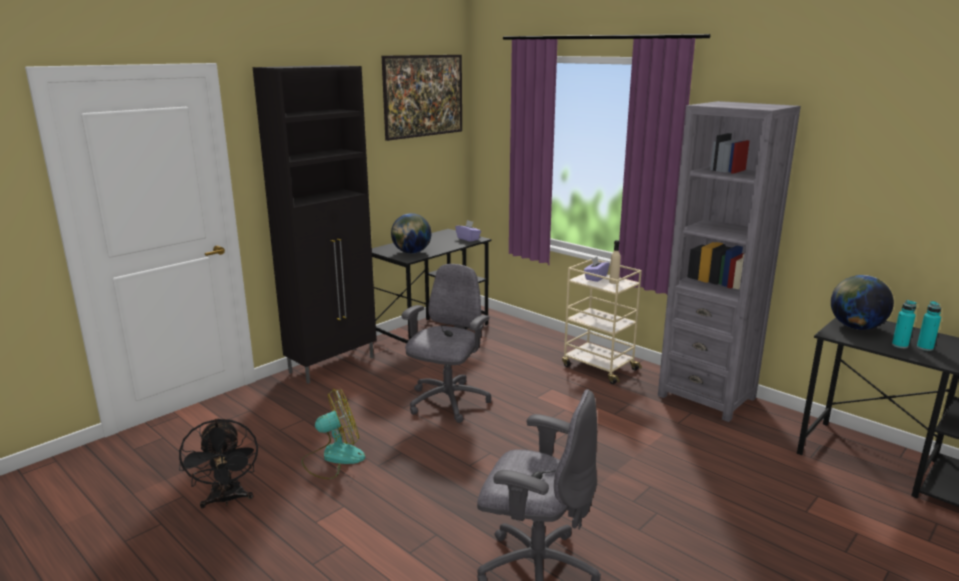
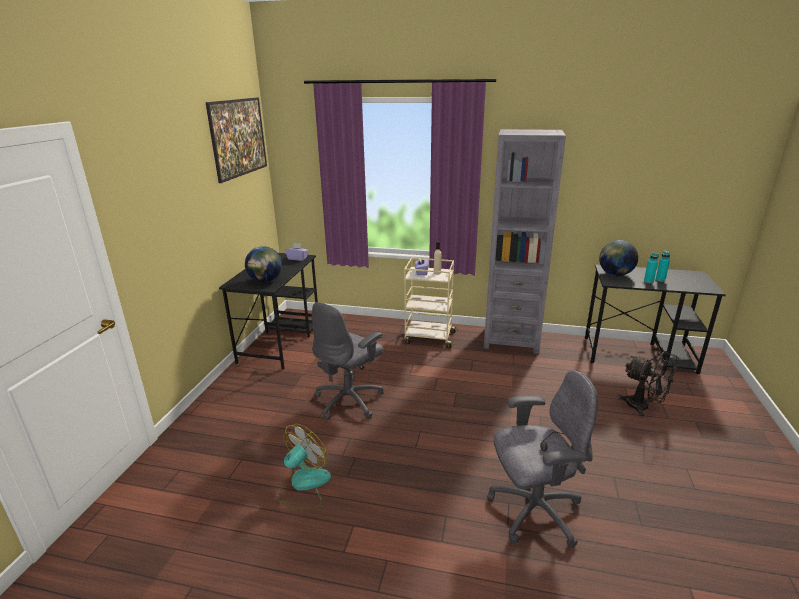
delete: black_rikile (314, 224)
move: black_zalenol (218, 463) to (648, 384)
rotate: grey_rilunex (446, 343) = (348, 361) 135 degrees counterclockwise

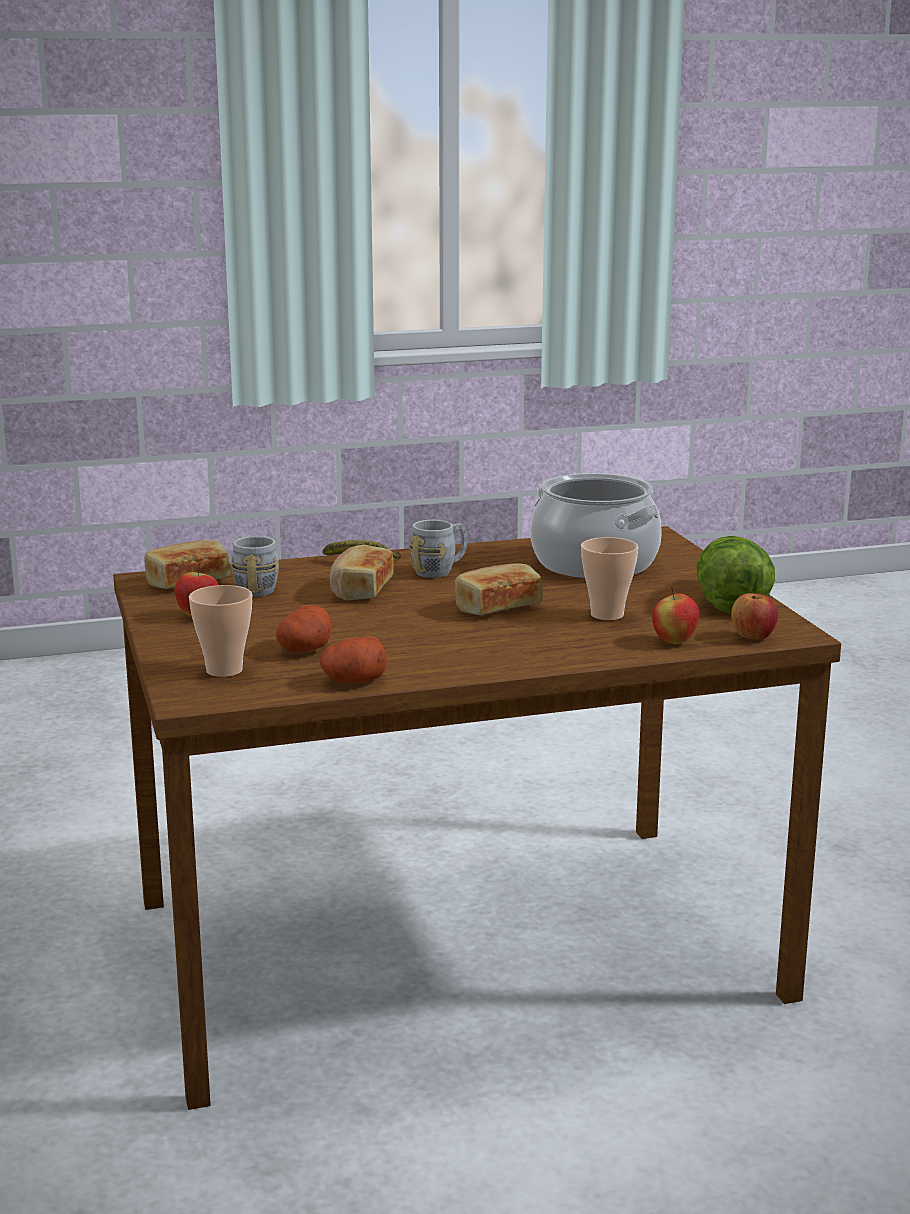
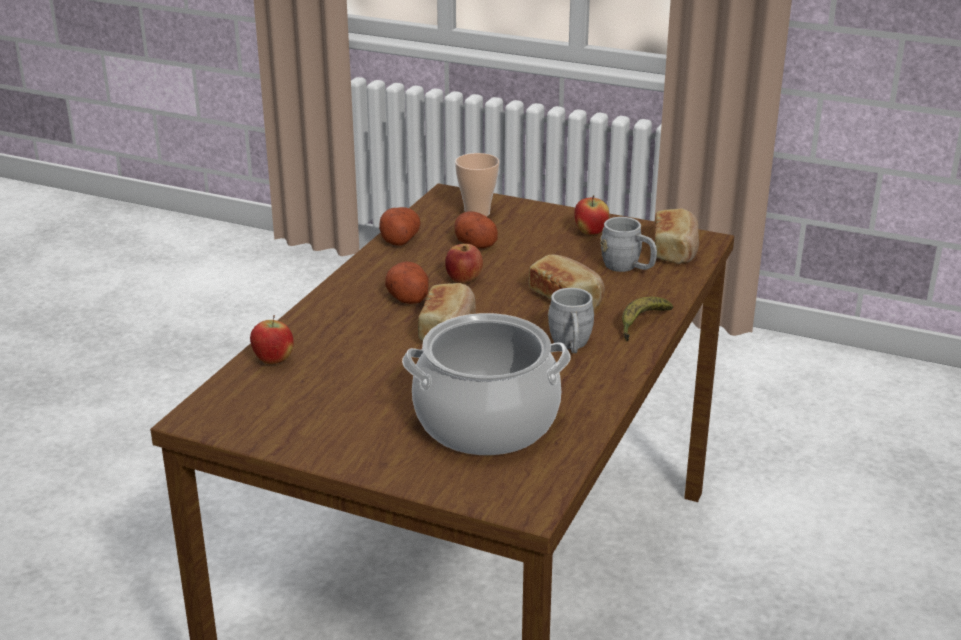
delete: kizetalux (609, 578); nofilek (735, 575)
insert: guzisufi (407, 283)
move: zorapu (754, 616) to (464, 264)

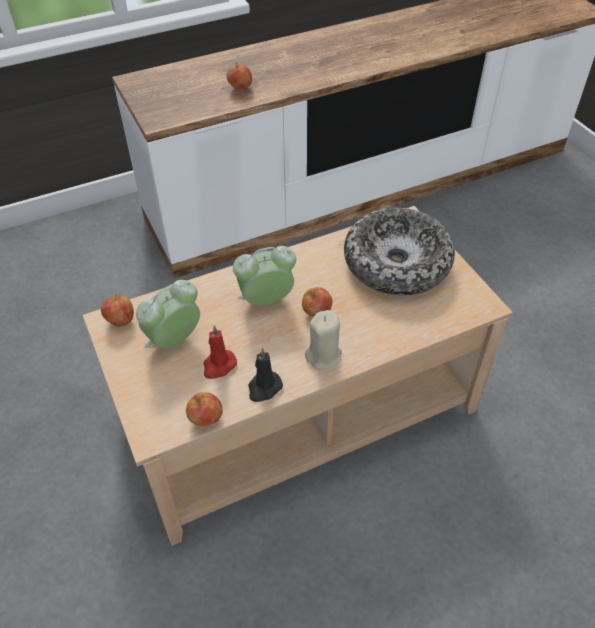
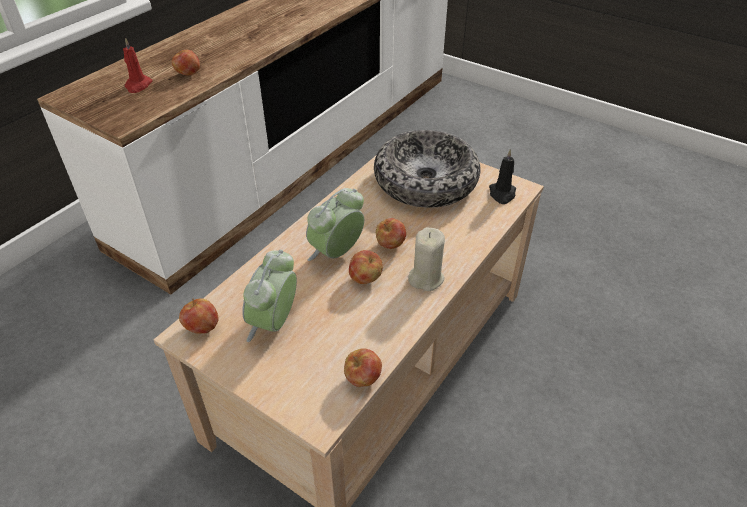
insert: zorapu (366, 267)
move: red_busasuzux (220, 352) to (137, 65); black_busasuzux (265, 375) to (502, 176)

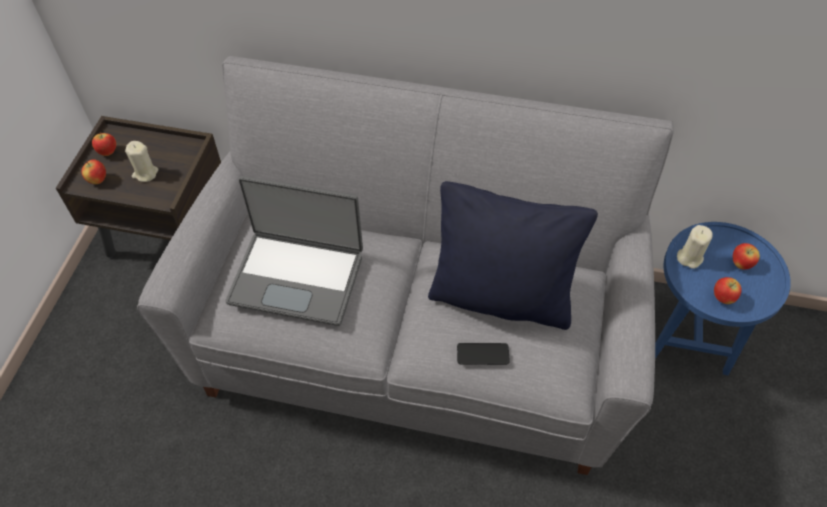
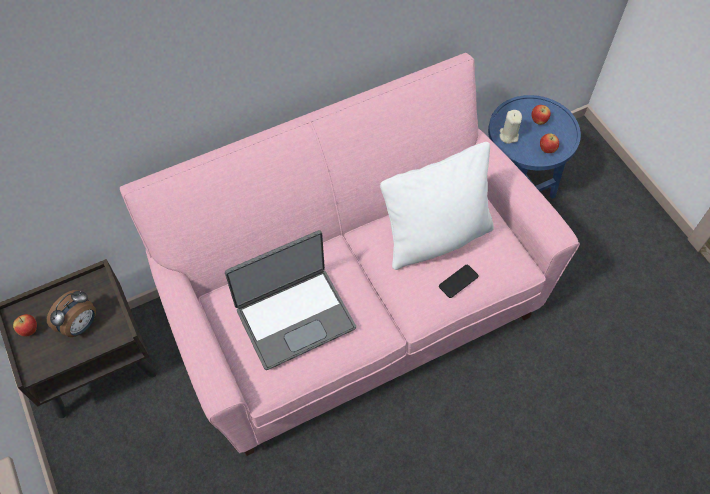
delete: zorapu (93, 171)
replace: beige_busasuzux (141, 161) to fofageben (71, 313)
recolor: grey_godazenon (405, 265) to pink_godazenon (350, 254); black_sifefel (513, 255) to white_sifefel (437, 206)

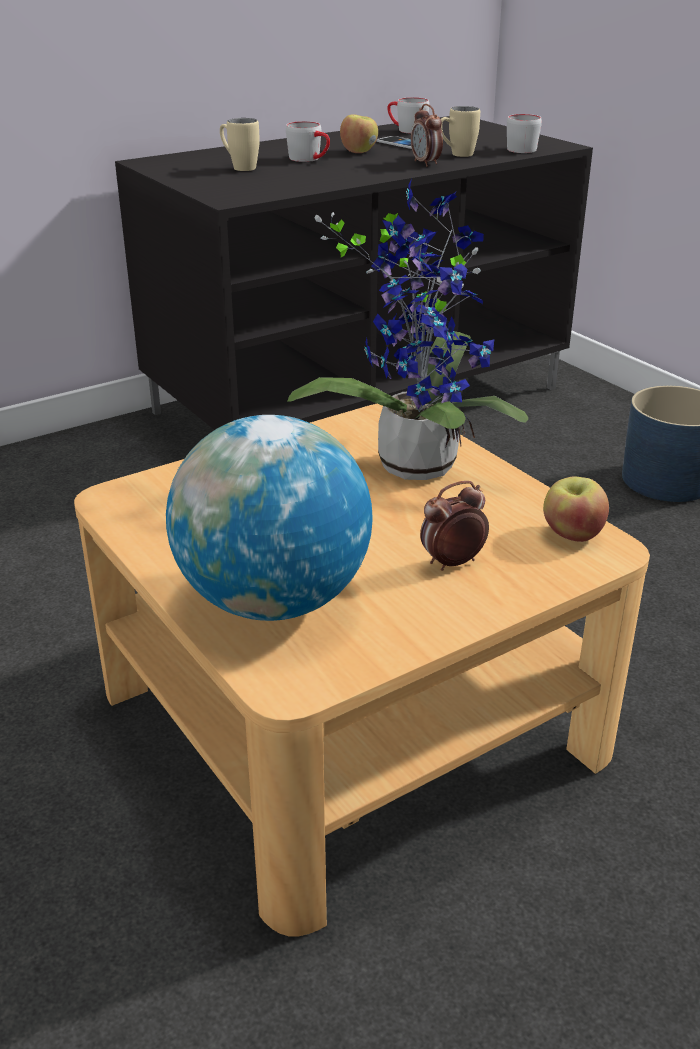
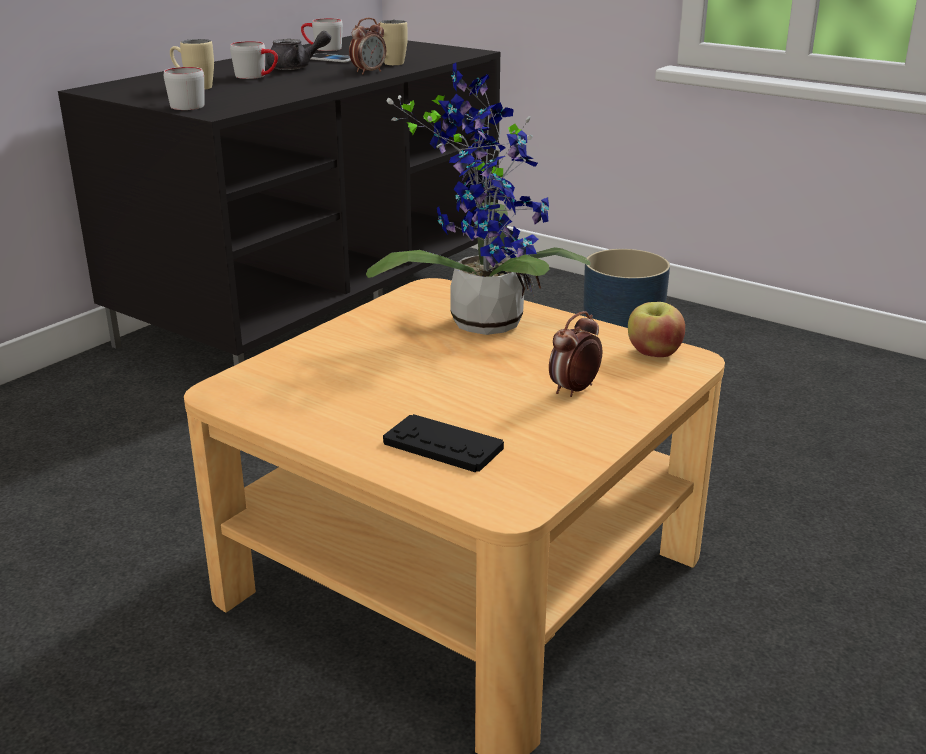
move: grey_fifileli (524, 133) to (184, 88)
replace: zorapu (359, 134) to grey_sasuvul (299, 50); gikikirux (269, 518) to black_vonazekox (443, 443)
rotate: fofageben (427, 135) = (367, 46) 90 degrees counterclockwise

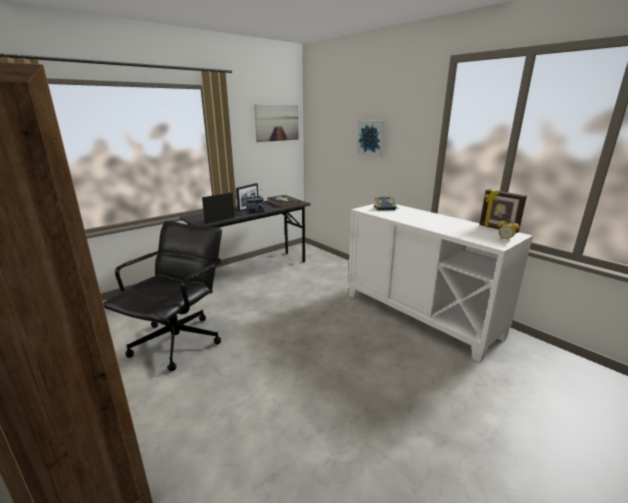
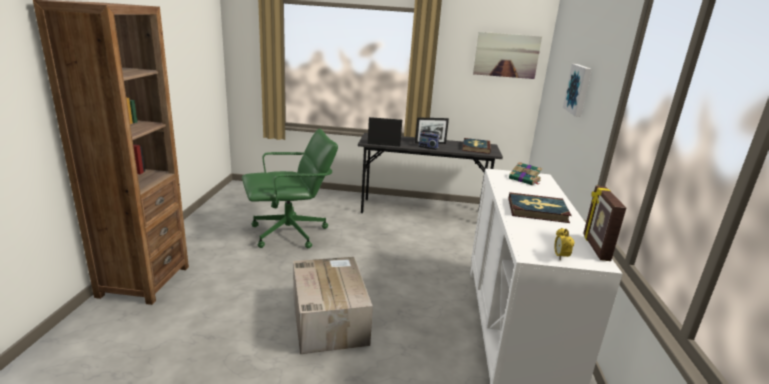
insert: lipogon (333, 305); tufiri (540, 207)
recolor: black_rilunex (162, 296) to green_rilunex (290, 188)

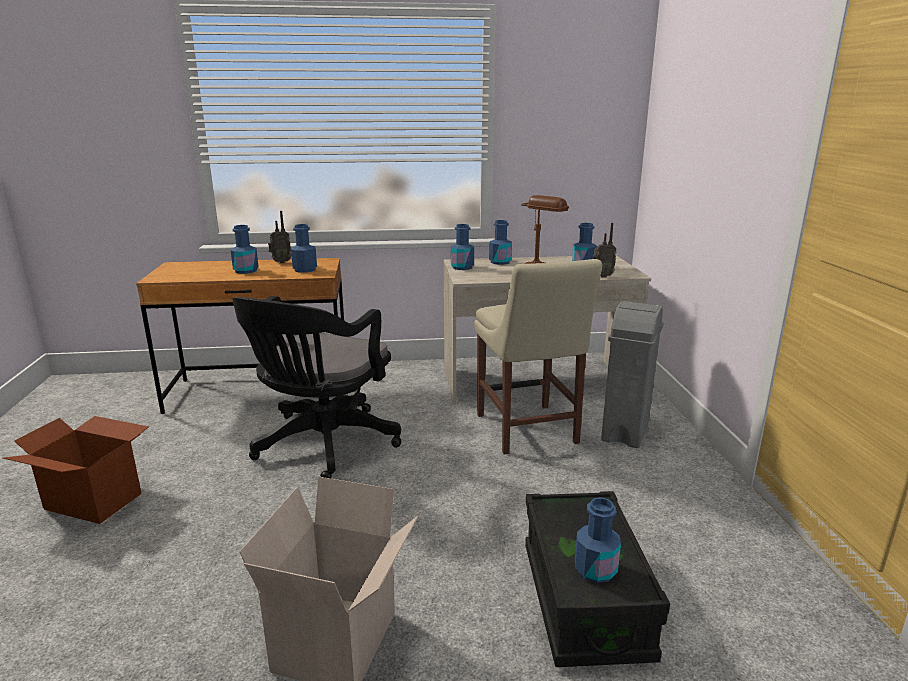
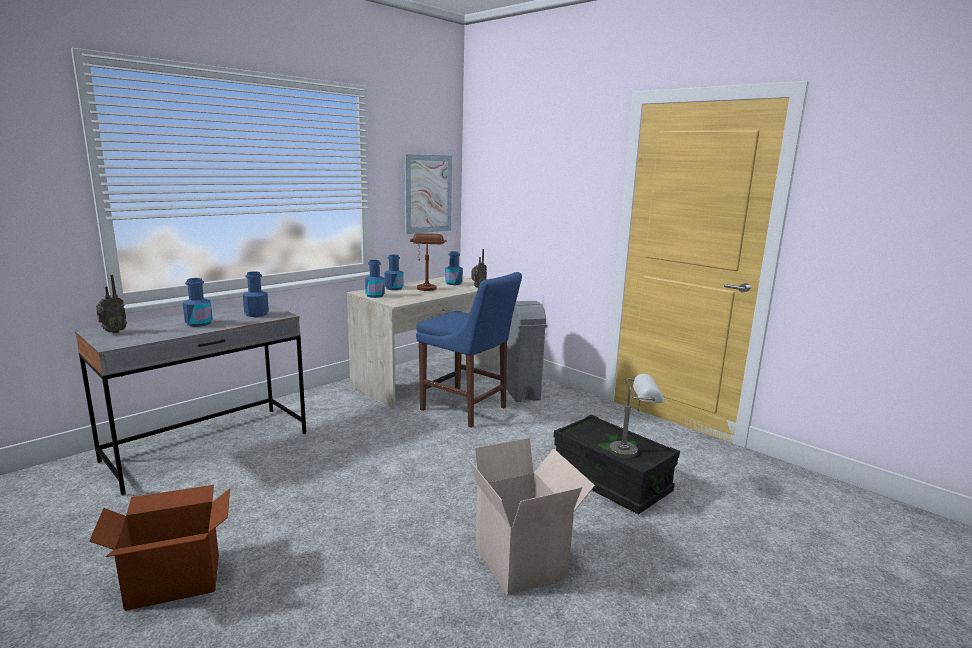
delete: black_rilunex (316, 387)
insert: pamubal (428, 194)
move: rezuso (279, 237) to (111, 304)
replace: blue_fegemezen (598, 540) to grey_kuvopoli (636, 416)
recolor: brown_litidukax (240, 336) to grey_litidukax (190, 399); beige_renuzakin (538, 357) to blue_renuzakin (469, 350)

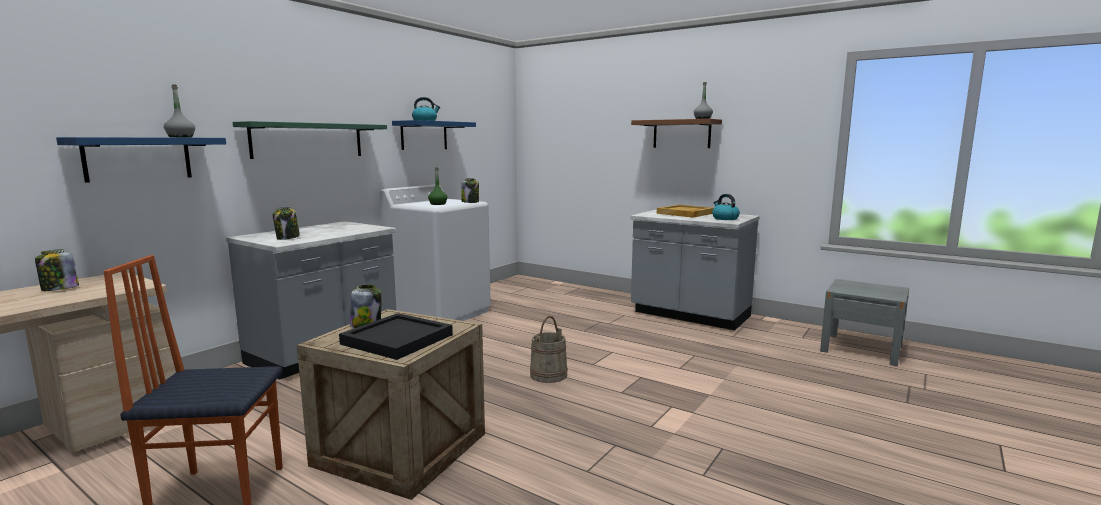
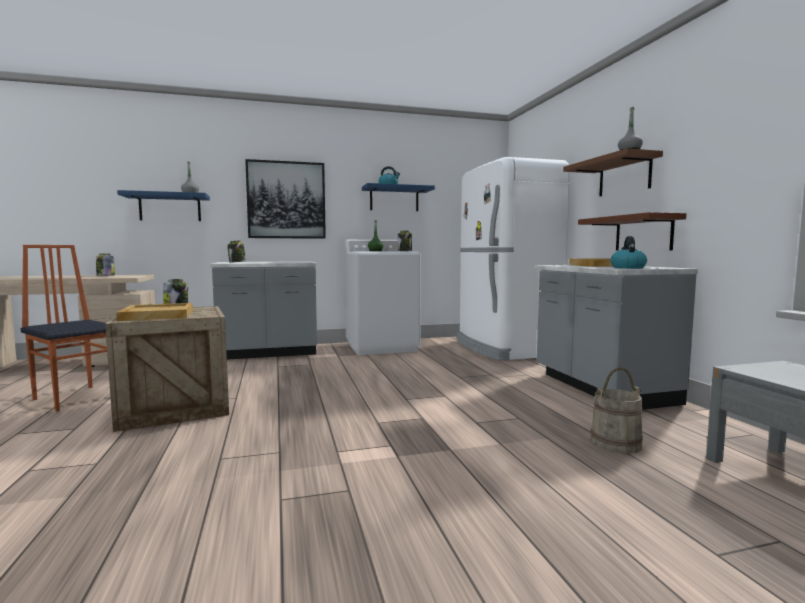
insert: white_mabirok (513, 259); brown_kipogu (632, 231)
move: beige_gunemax (549, 349) to (616, 410)
replace: green_kipogu (310, 140) to pamubal (285, 199)
recolor: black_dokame (396, 336) to beige_dokame (154, 312)

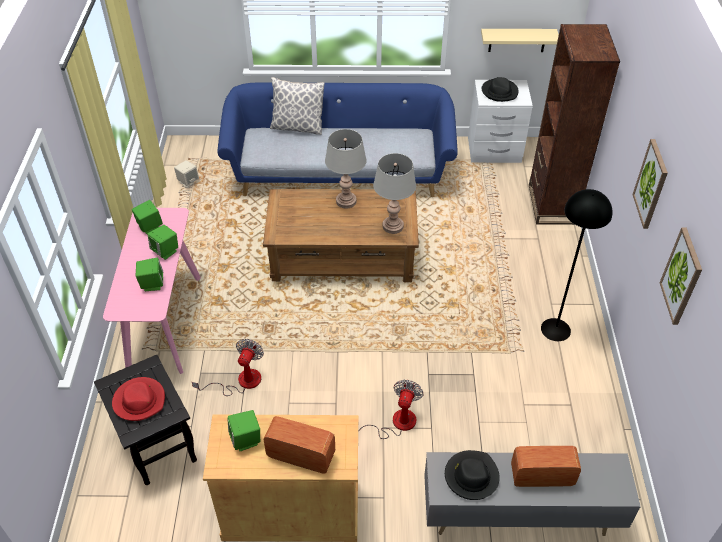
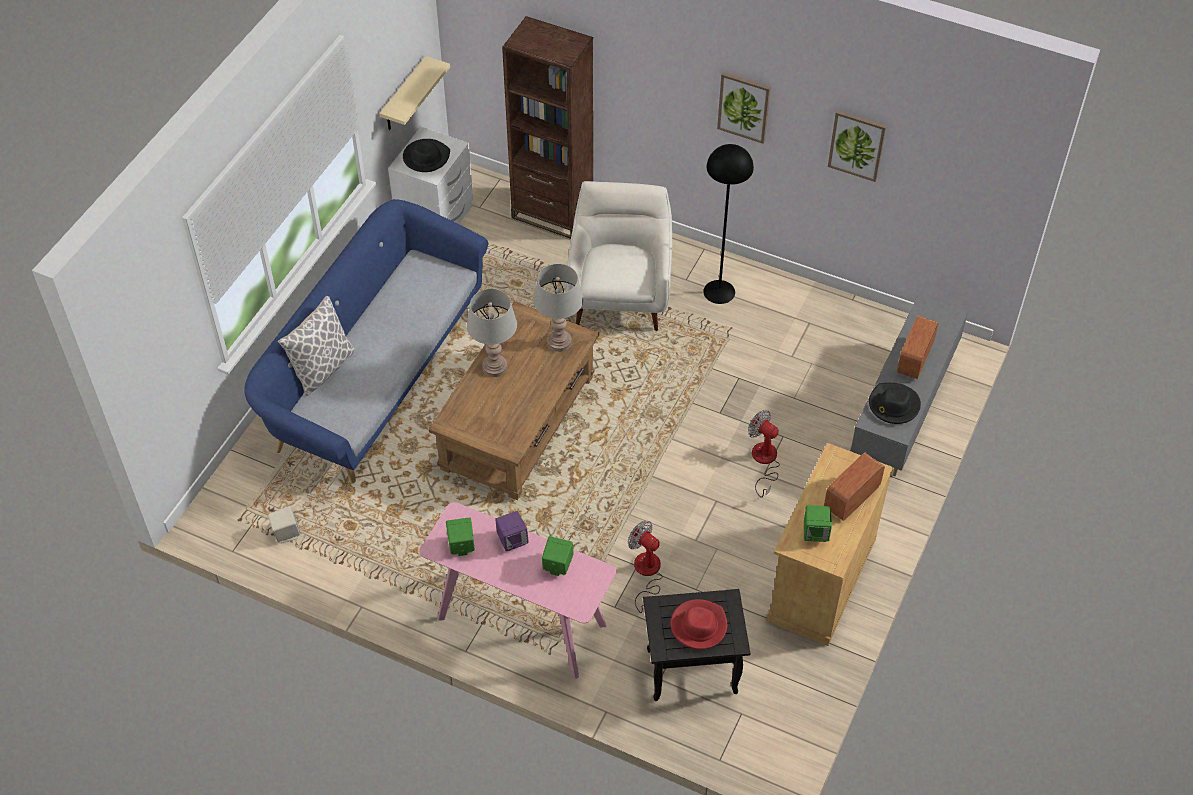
insert: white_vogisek (618, 256)
recolor: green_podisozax (162, 242) to purple_podisozax (512, 531)

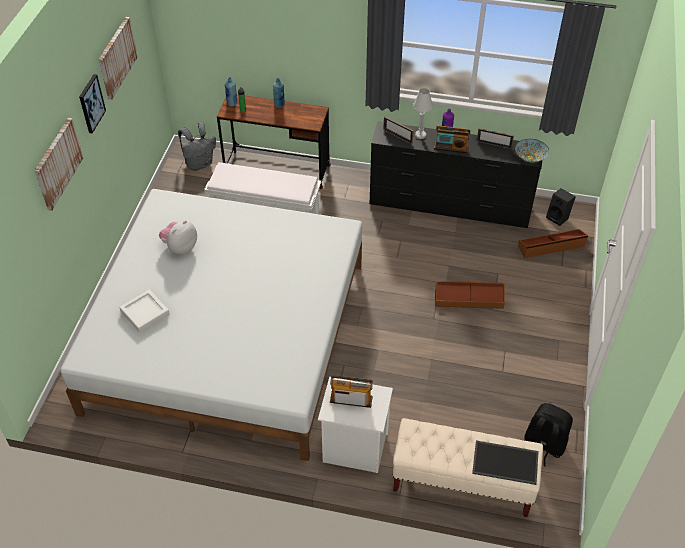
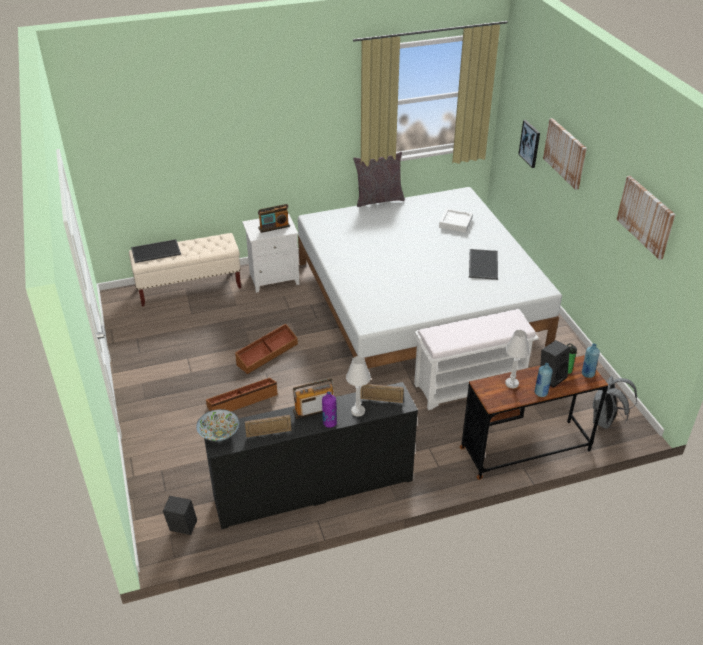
delete: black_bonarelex (548, 434)
insert: grey_sifefel (379, 179); white_kuvopoli (517, 359); black_podisozax (555, 364)
move: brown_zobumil (553, 243) to (266, 349); pamubal (92, 103) to (529, 144)
replace: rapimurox (178, 237) to dokame (483, 264)

